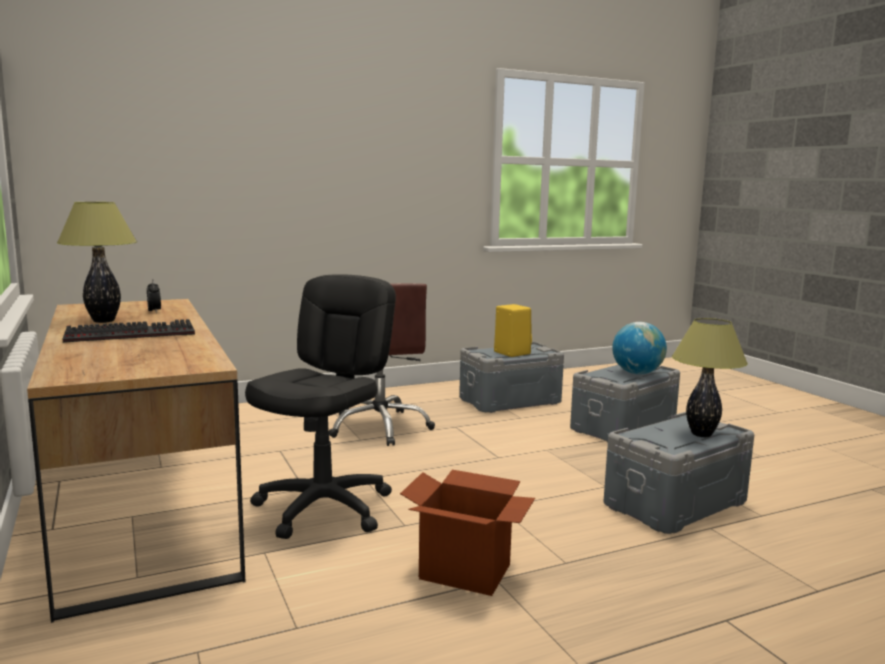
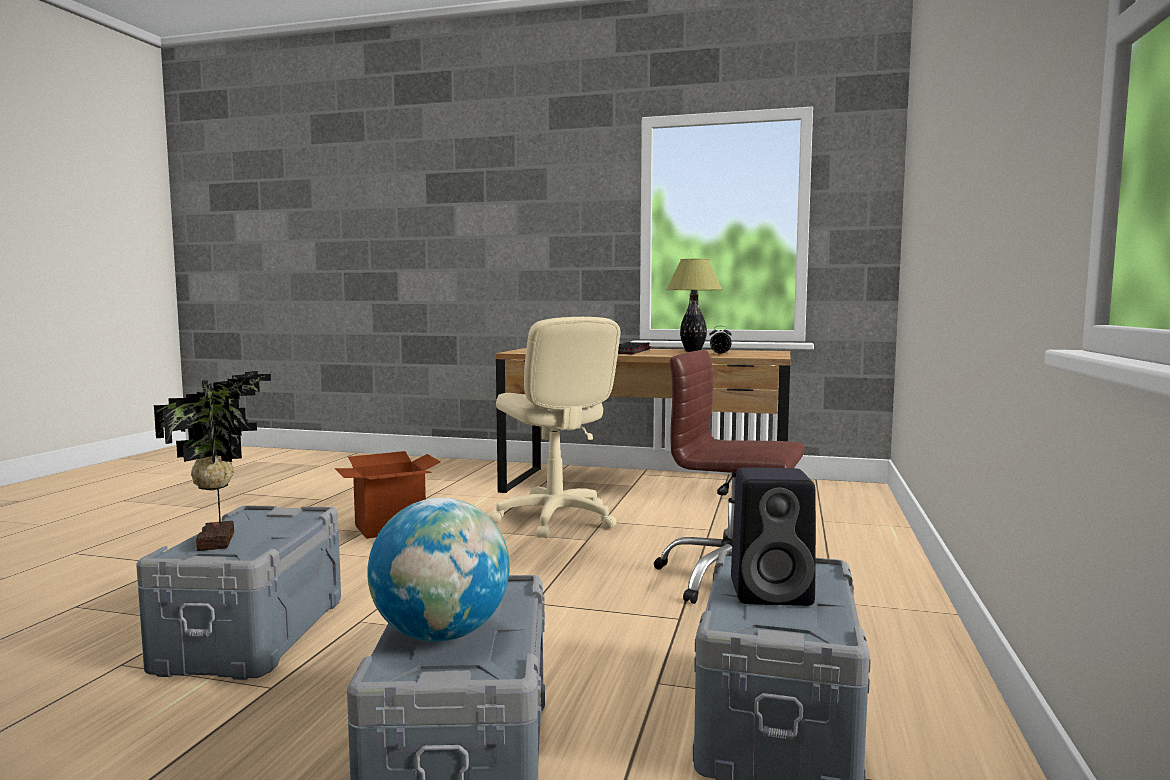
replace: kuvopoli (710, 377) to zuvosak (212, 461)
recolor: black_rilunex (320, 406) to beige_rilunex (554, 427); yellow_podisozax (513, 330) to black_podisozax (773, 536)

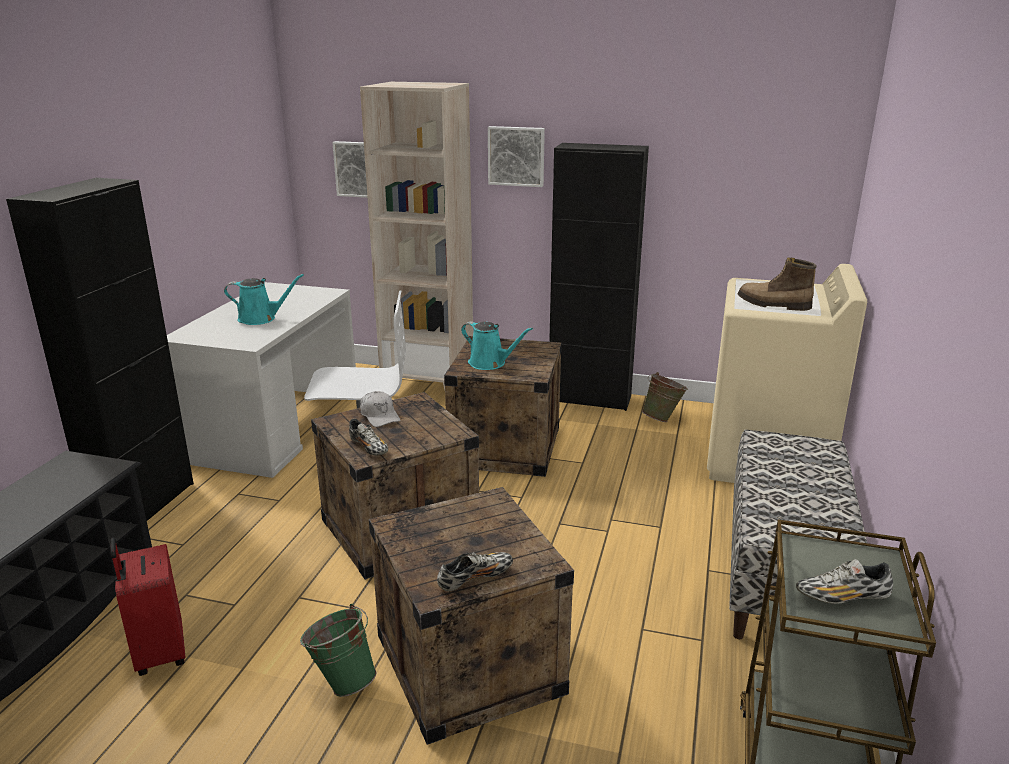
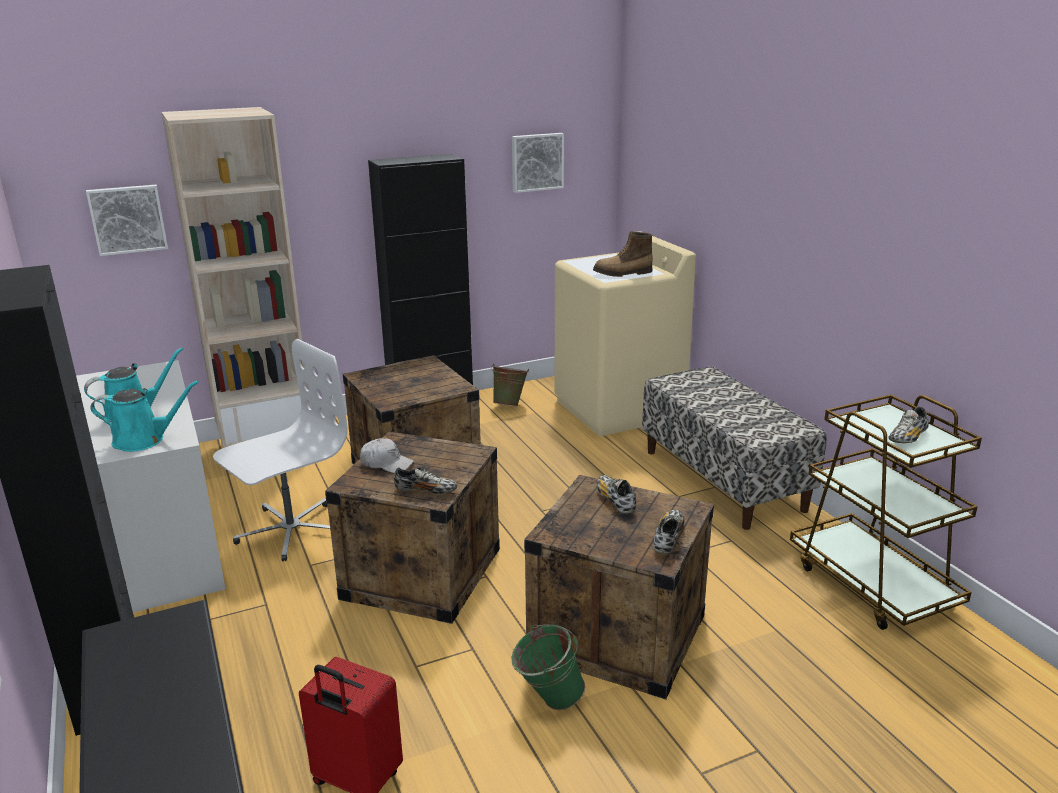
insert: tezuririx (616, 494)
move: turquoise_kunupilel (497, 345) to (144, 416); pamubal (516, 156) to (538, 163)

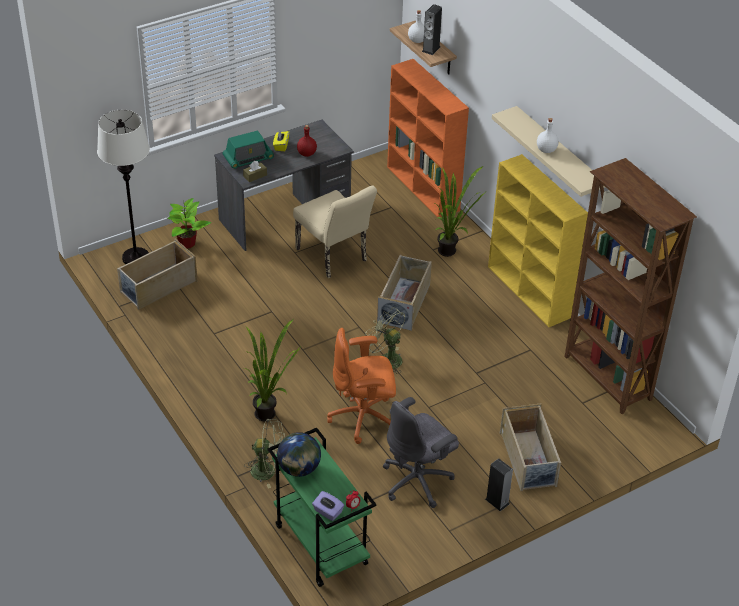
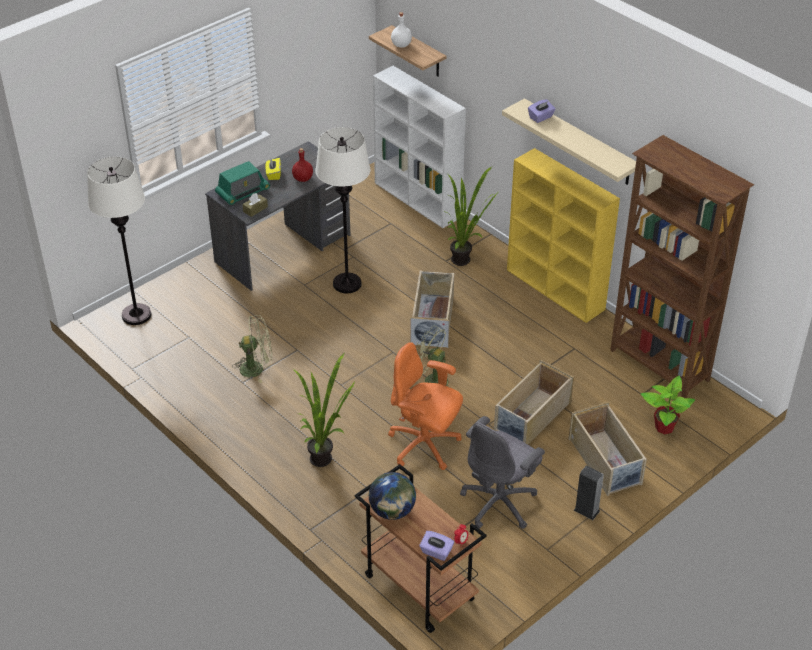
delete: podisozax (432, 29); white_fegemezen (547, 135)
insert: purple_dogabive (542, 111)
move: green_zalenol (264, 453) to (252, 349); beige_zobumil (157, 274) to (534, 402); zuvosak (189, 223) to (668, 405)
replace: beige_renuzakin (335, 231) to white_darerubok (343, 210)
recolor: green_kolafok (322, 507) to brown_kolafok (421, 548); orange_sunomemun (428, 138) to white_sunomemun (419, 147)
rotate: orange_rilunex (361, 386) = (425, 406) 45 degrees clockwise

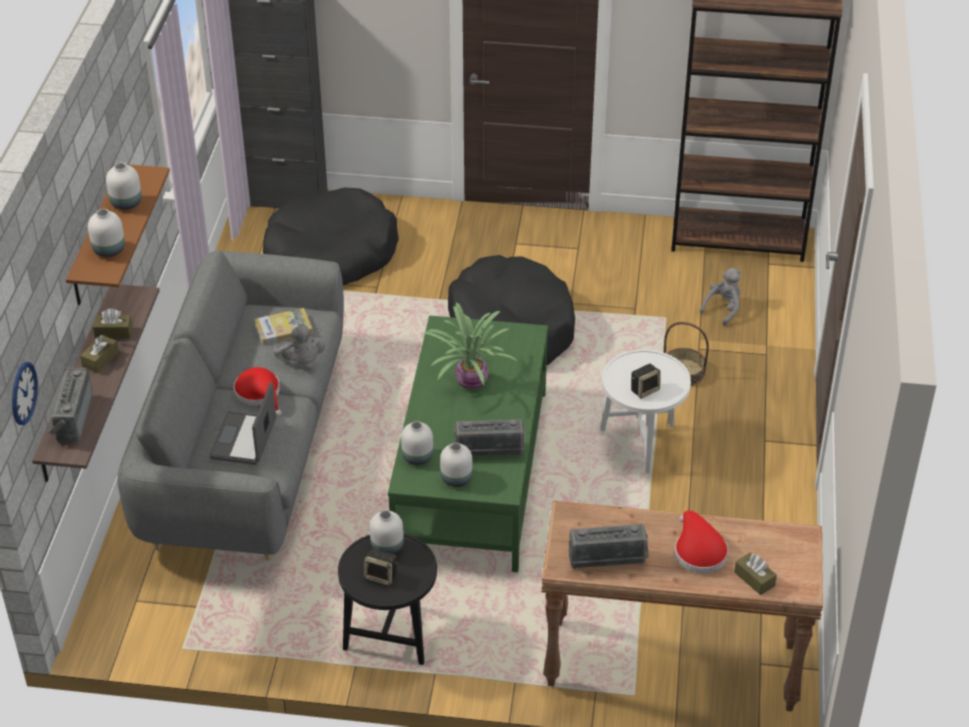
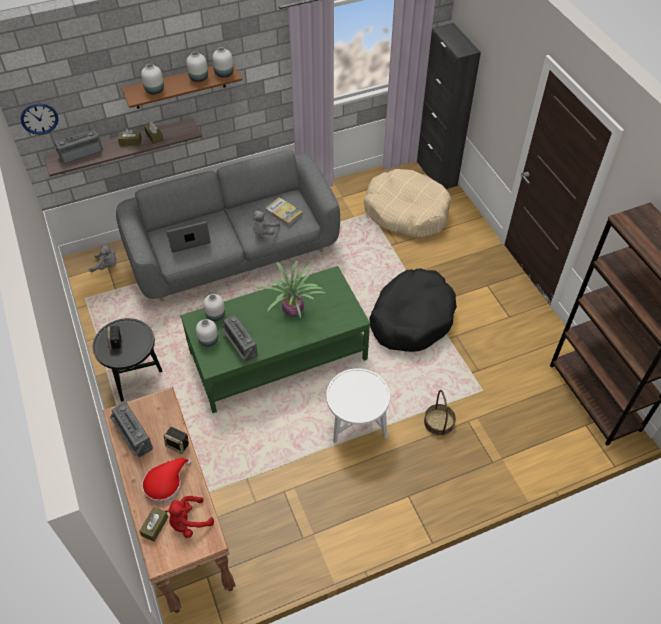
delete: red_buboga (257, 391)
insert: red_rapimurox (189, 517)
move: grey_rapimurox (720, 297) to (103, 258); podisozax (646, 381) to (176, 440); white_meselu (387, 532) to (223, 62)
recolor: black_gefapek (331, 236) to beige_gefapek (407, 203)

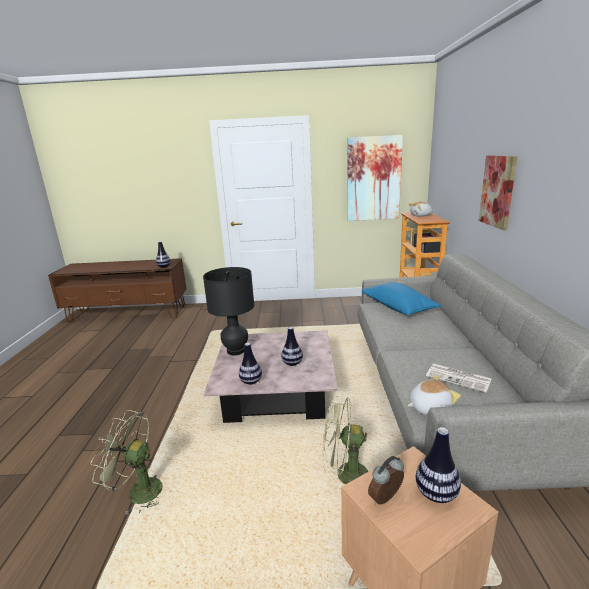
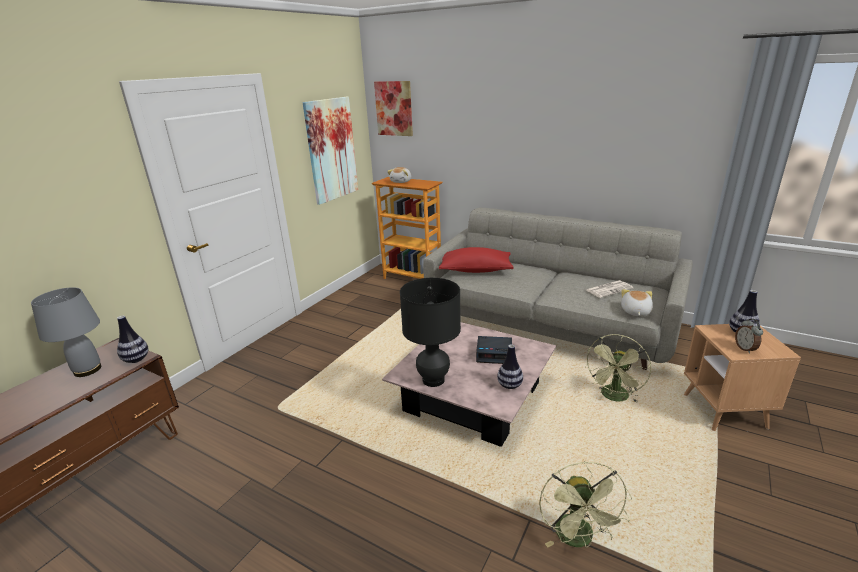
insert: grey_kuvopoli (66, 332)
move: pamubal (498, 192) to (393, 108)
replace: meselu (292, 346) to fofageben (494, 350)
recolor: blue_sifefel (401, 299) to red_sifefel (476, 260)
rotate: green_zalenol (126, 462) = (585, 505) 45 degrees counterclockwise

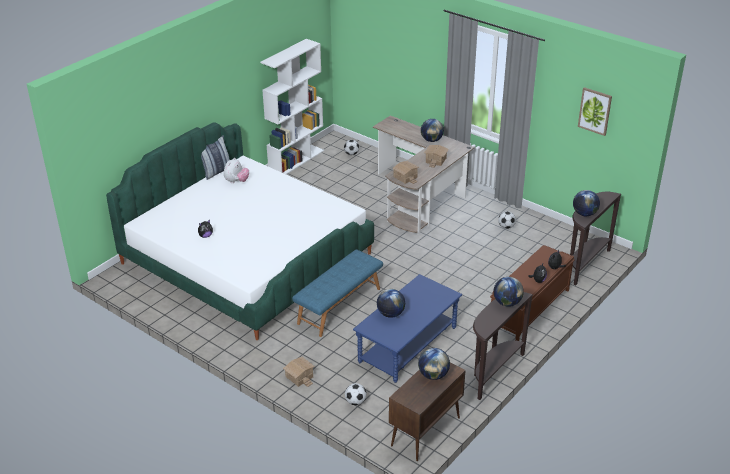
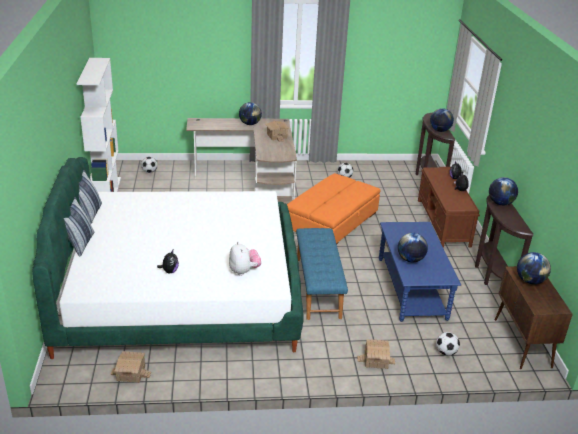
delete: pamubal (595, 111)
insert: sifefel (79, 227); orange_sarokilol (334, 208)
move: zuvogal (405, 172) to (131, 367); rapimurox (236, 170) to (245, 259)

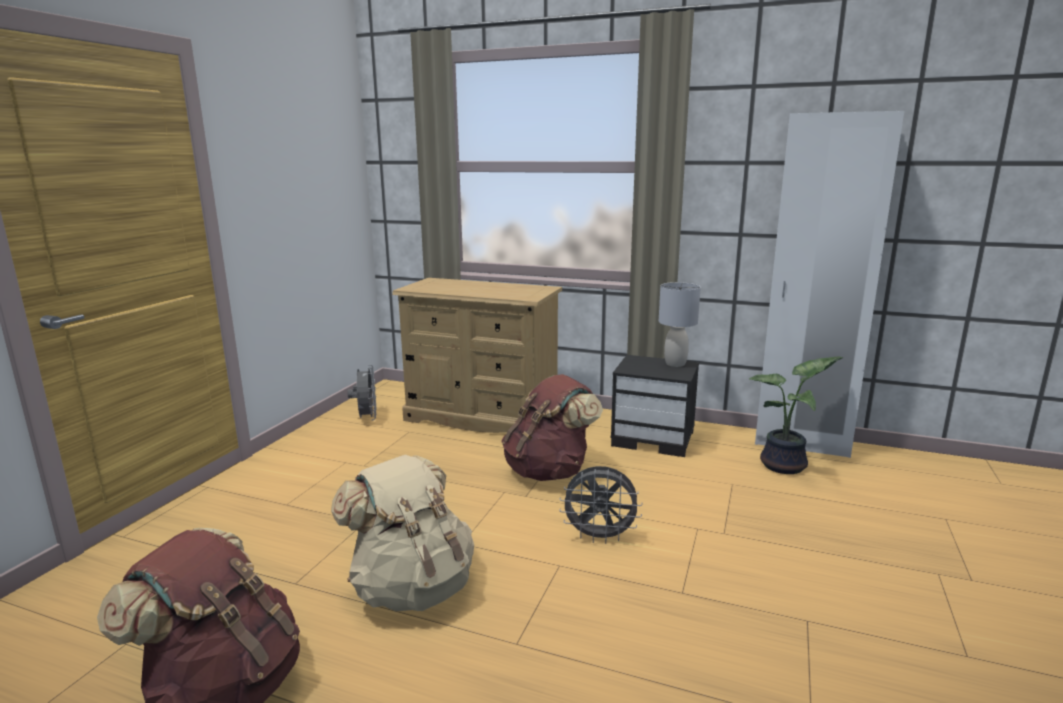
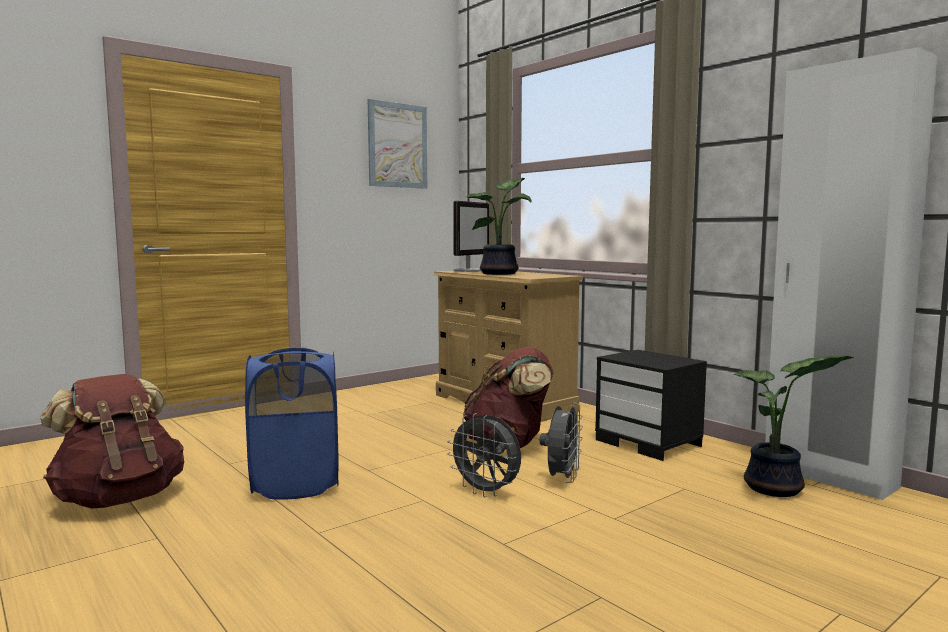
delete: grey_kuvopoli (680, 324)
insert: pamubal (397, 144); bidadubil (471, 236); zuvosak (498, 226)
move: grey_zalenol (362, 393) to (561, 442)
replace: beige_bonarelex (402, 533) to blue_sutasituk (291, 424)

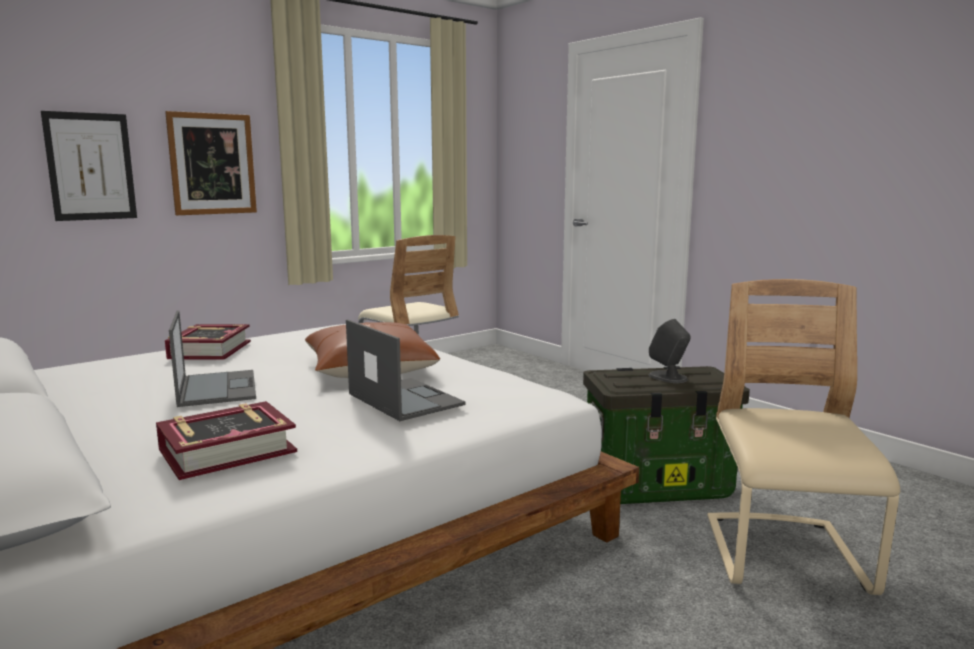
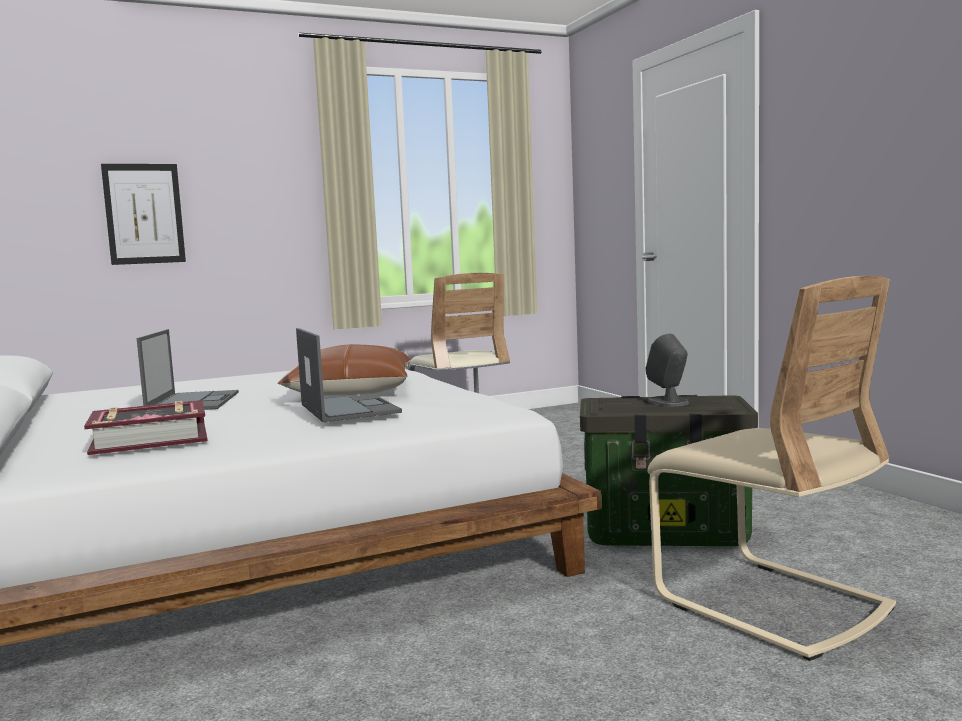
delete: pamubal (211, 163); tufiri (208, 342)
rotate: beige_renuzakin (803, 437) = (771, 468) 120 degrees clockwise

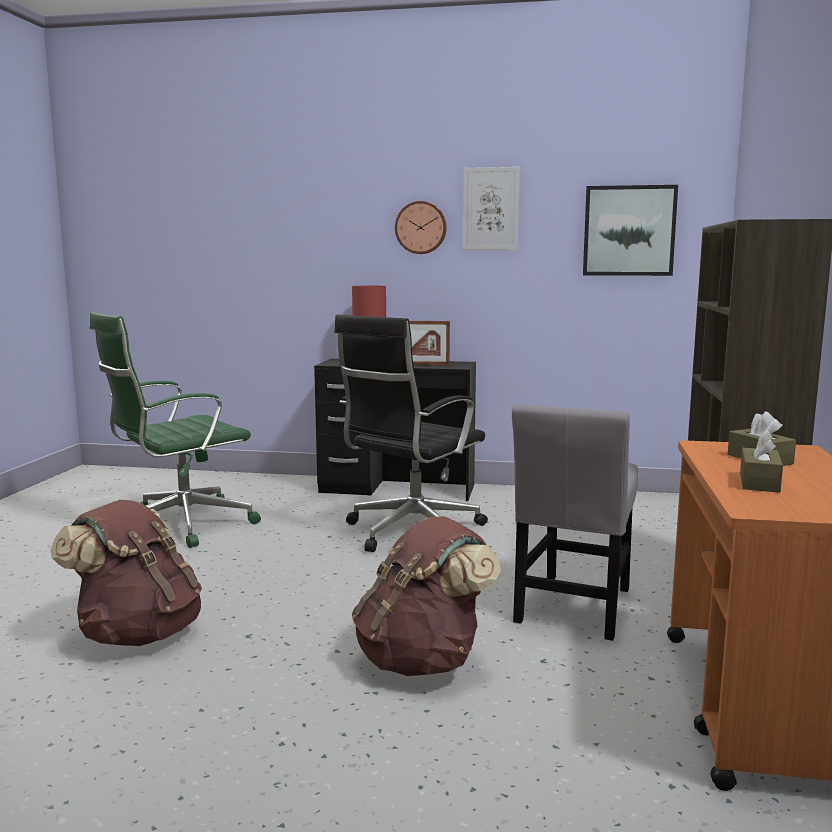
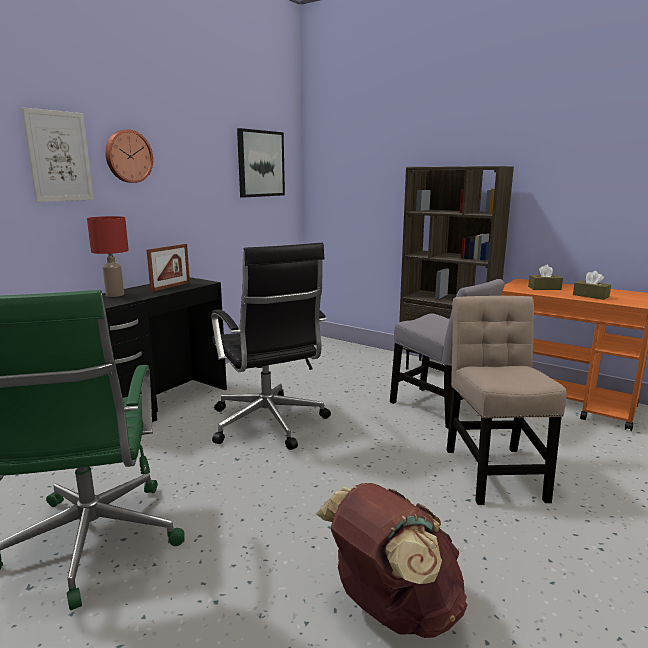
move: pamubal (491, 208) to (58, 154)
replace: brown_bonarelex (426, 596) to beige_renuzakin (506, 400)

